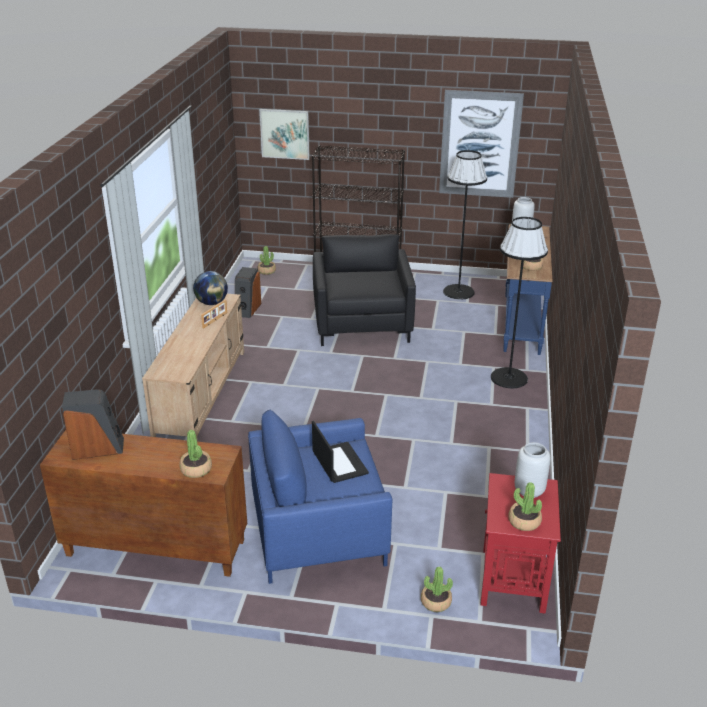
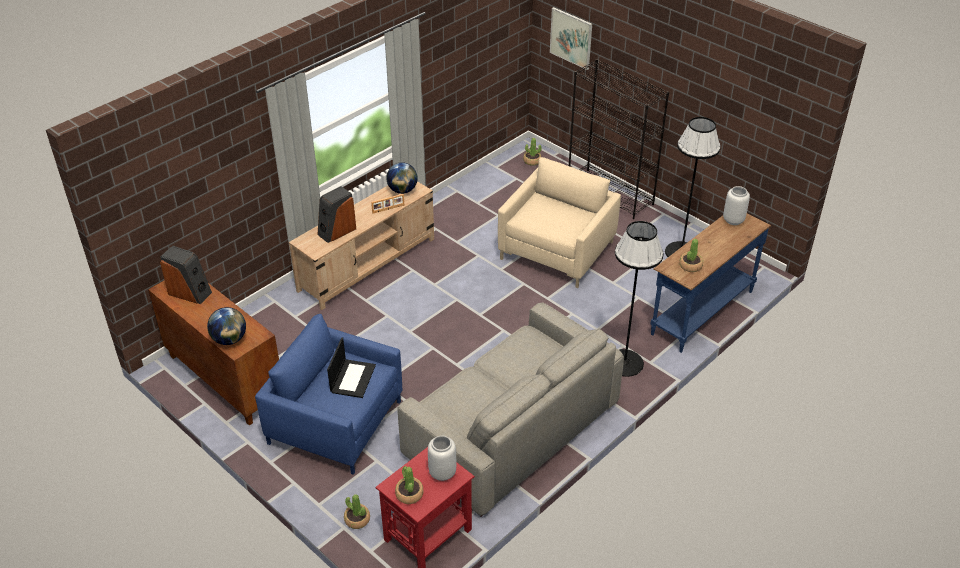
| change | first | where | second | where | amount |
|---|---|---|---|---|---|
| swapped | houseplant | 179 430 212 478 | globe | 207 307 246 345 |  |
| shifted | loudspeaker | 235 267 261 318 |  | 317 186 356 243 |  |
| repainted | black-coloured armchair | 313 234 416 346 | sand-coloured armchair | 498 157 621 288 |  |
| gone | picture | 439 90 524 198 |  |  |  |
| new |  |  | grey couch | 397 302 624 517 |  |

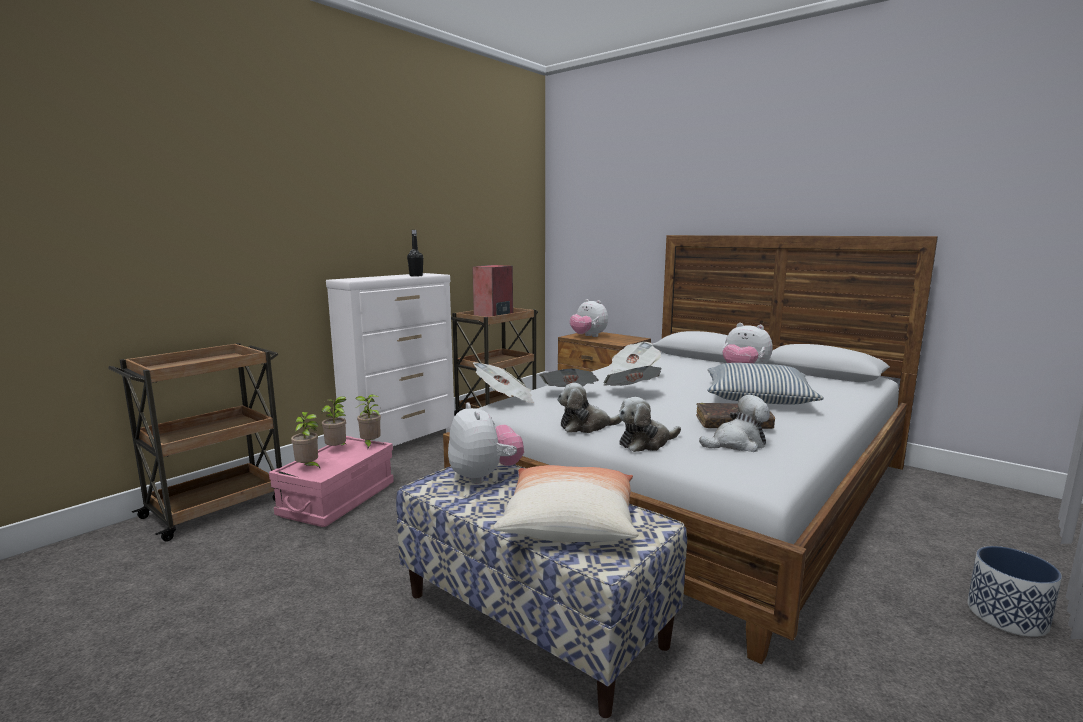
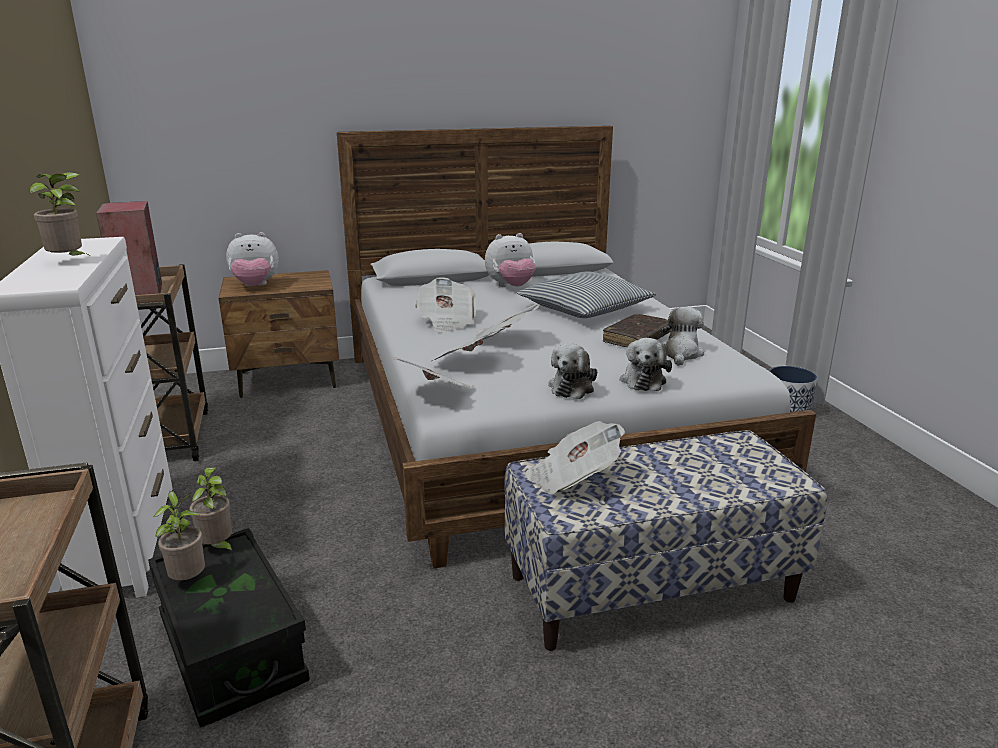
| change | first | where | second | where | amount |
|---|---|---|---|---|---|
| repainted | pinkish storage box | 269 436 394 527 | black-coloured storage box | 148 528 310 727 |  |
| shifted | houseplant | 291 412 321 470 |  | 29 172 86 256 |  |
| gone | black-coloured beverage bottle | 407 230 423 277 |  |  |  |
| swapped | plush toy | 448 402 524 484 | newspaper | 525 421 625 494 |  |
| gone | cushion | 493 465 639 542 |  |  |  |

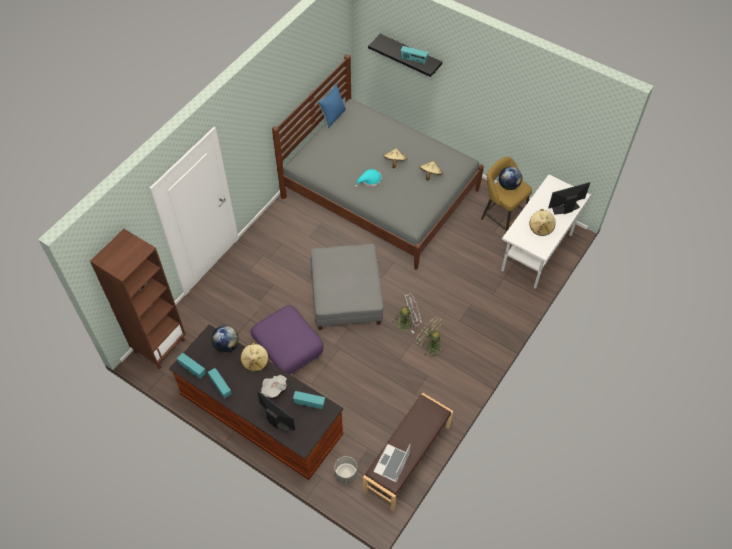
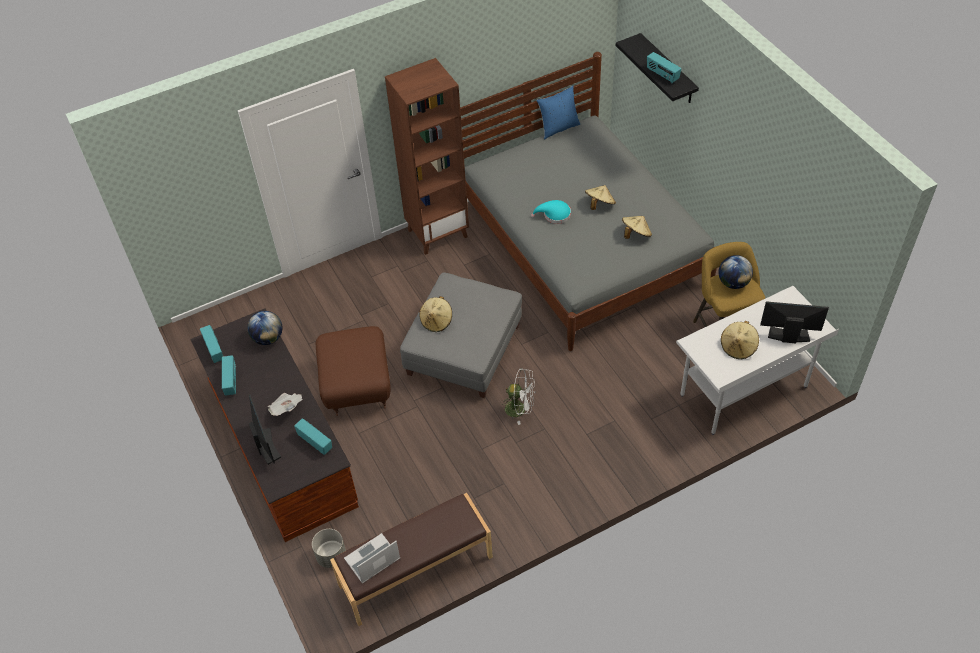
| change | first | where | second | where | amount |
|---|---|---|---|---|---|
| shifted | brown shelving unit | 90 229 186 369 |  | 385 58 469 255 |  |
| shifted | sand-coloured clothing hat | 240 342 269 372 |  | 419 296 452 332 |  |
| repainted | purplish ottoman | 251 305 324 374 | brown ottoman | 316 326 391 416 |  |
| gone | green fan | 417 317 443 358 |  |  |  |

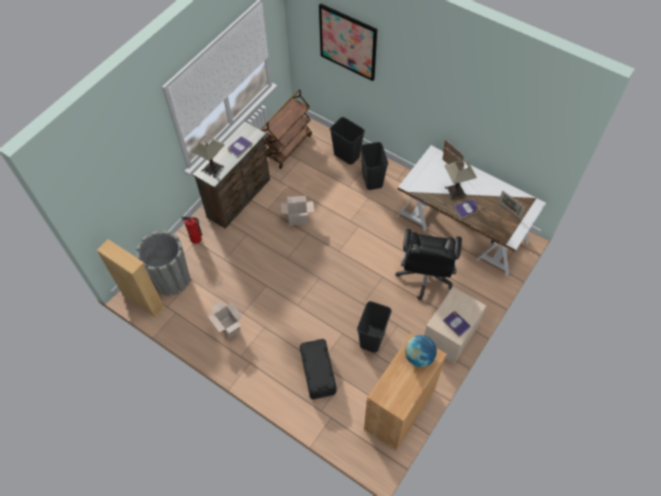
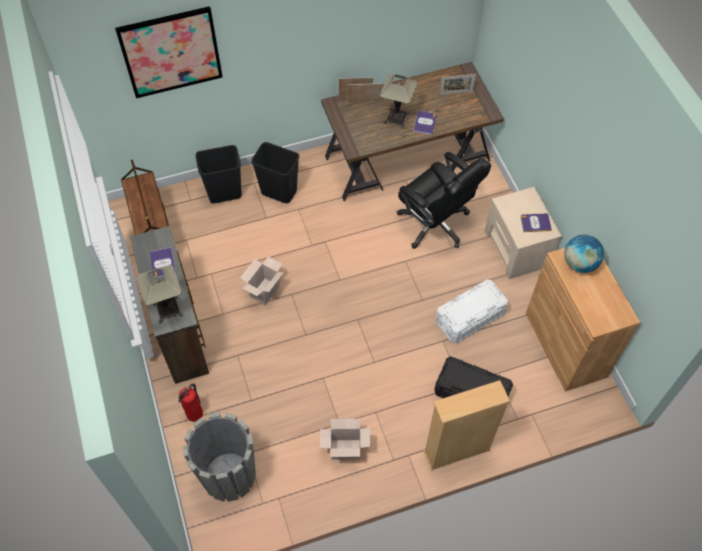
| change | first | where | second | where | amount |
|---|---|---|---|---|---|
| shifted | sand-coloured shelving unit | 96 239 165 317 |  | 423 380 510 470 |  |
| swapped | black-coloured rubbish bin | 357 301 392 353 | white storage box | 436 279 508 344 |  |
| repainted | white desk table | 397 145 546 277 | brown desk table | 321 62 504 201 |  |

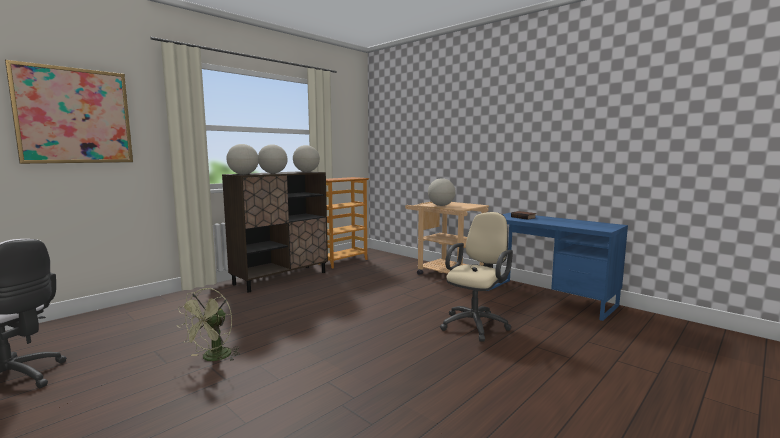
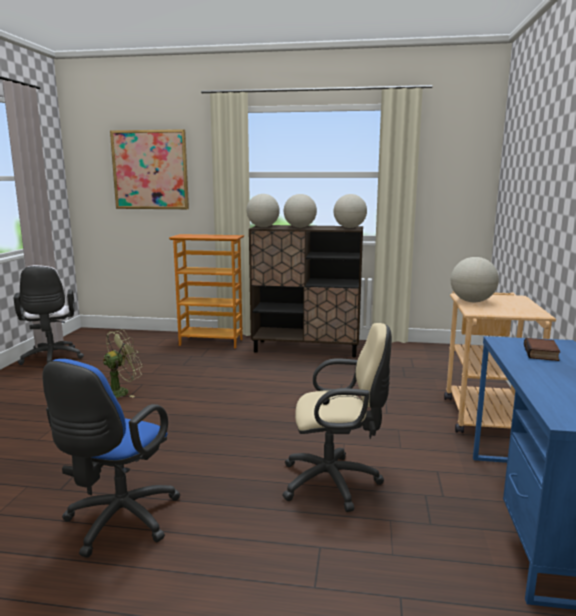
| change | first | where | second | where | amount |
|---|---|---|---|---|---|
| rotated | green fan | 177 288 240 361 |  | 103 329 143 398 | 150 degrees clockwise |
| shifted | shelving unit | 319 177 369 269 |  | 169 234 245 348 |  |
| new |  |  | blue desk chair | 43 359 180 558 |  |

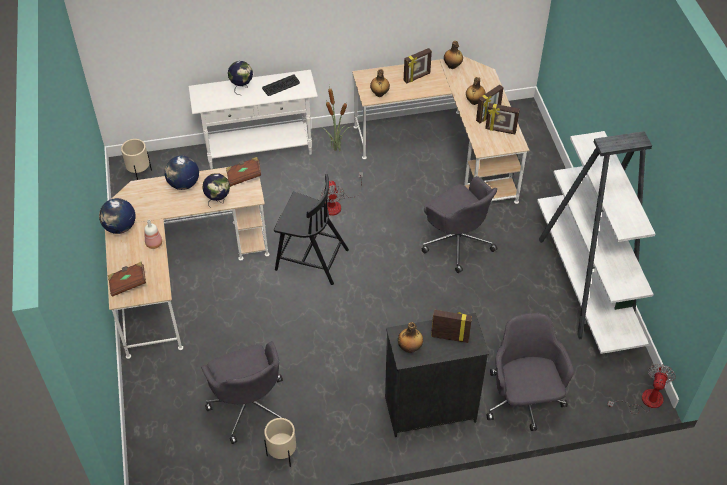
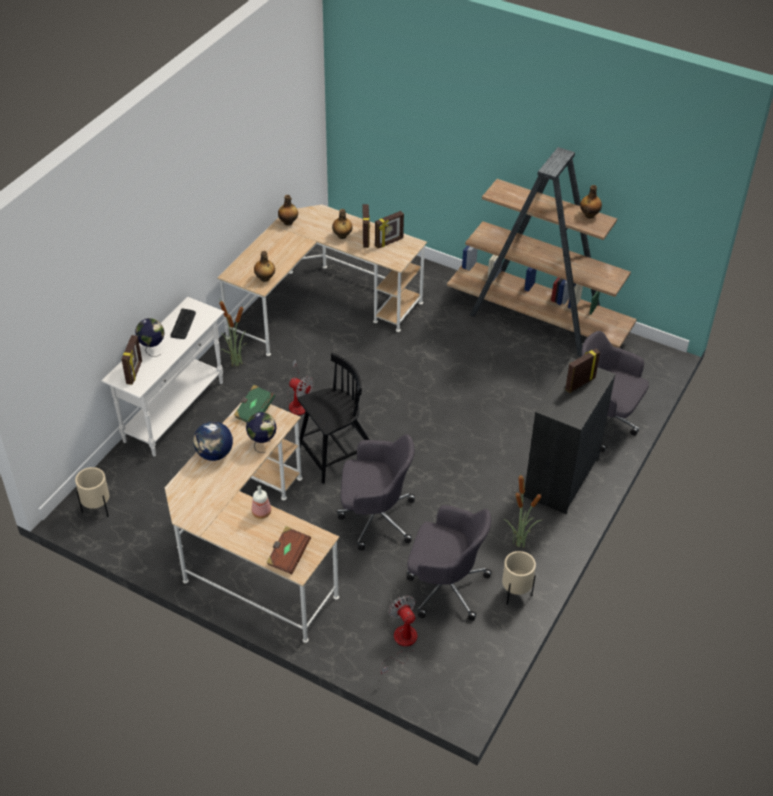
| change | first | where | second | where | amount |
|---|---|---|---|---|---|
| gone | globe | 99 198 135 234 |  |  |  |
| repainted | brown book | 226 157 261 187 | green book | 234 385 275 422 |  |
| shifted | beverage bottle | 398 322 423 353 |  | 580 185 602 218 |  |
| shifted | photo frame | 404 48 432 84 |  | 122 335 142 385 |  |
| shifted | grey desk chair | 422 176 498 273 |  | 337 434 415 551 |  |
| repainted | white shelving unit | 537 131 655 354 | brown shelving unit | 447 147 637 357 |  |
| shifted | fan | 607 364 676 414 |  | 380 595 417 675 |  |
| new |  |  | houseplant | 504 471 541 548 |  |

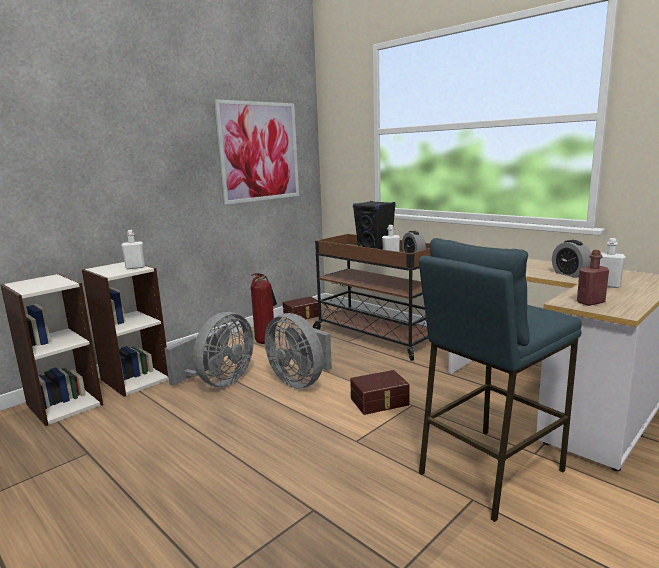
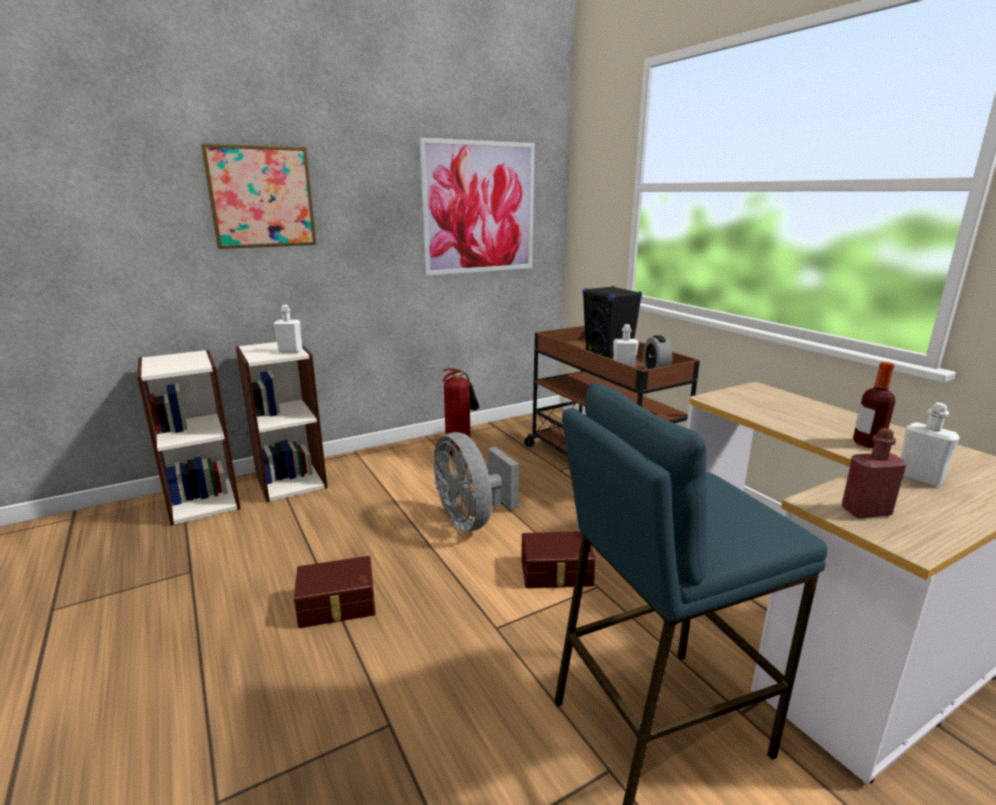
| change | first | where | second | where | amount |
|---|---|---|---|---|---|
| gone | grey fan | 165 312 254 387 |  |  |  |
| shifted | brown storage box | 283 297 322 322 |  | 294 556 376 628 |  |
| swapped | bedside clock | 552 240 591 278 | beverage bottle | 853 362 896 448 |  |
| new |  |  | picture | 201 143 317 249 |  |

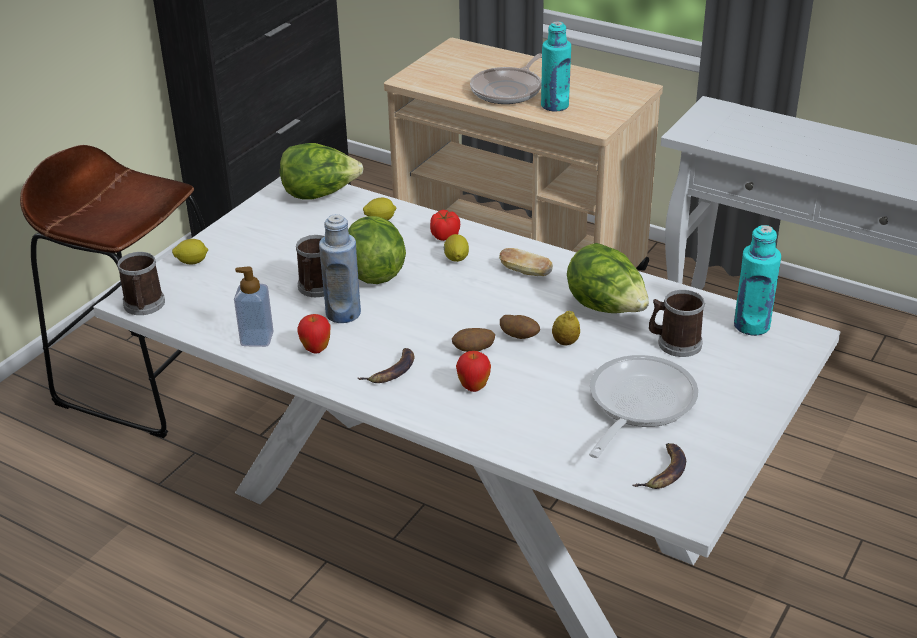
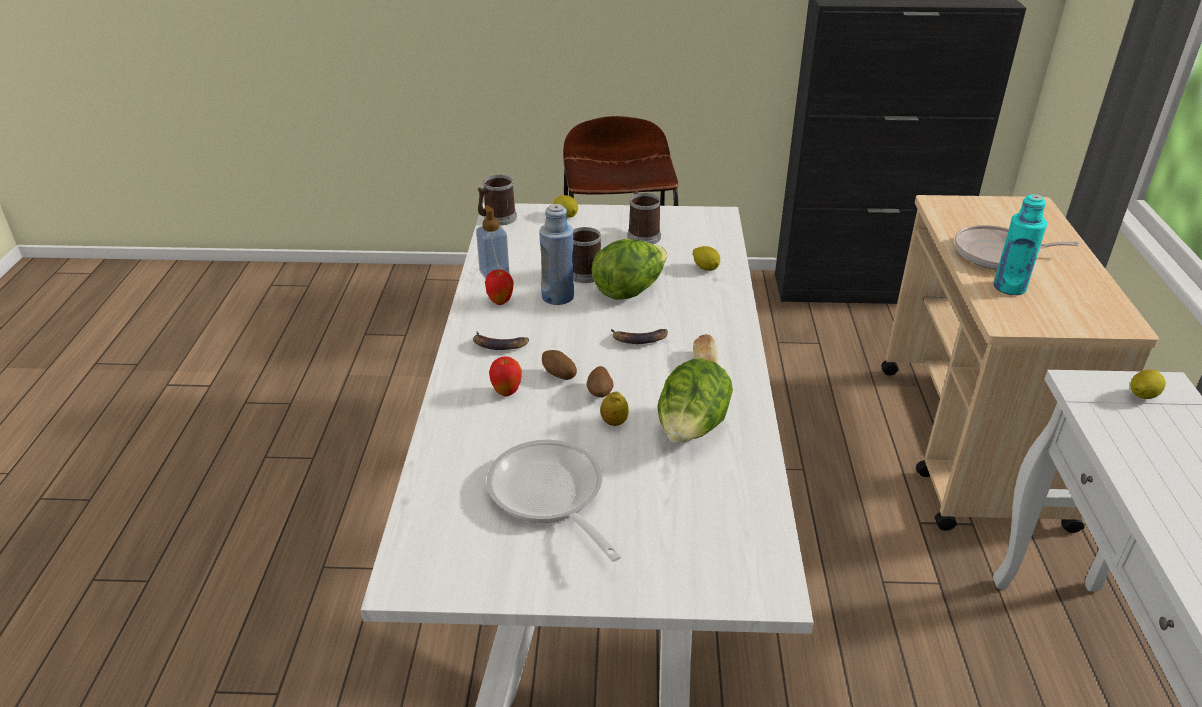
| change | first | where | second | where | amount |
|---|---|---|---|---|---|
| gone | lettuce | 280 143 364 200 |  |  |  |
| gone | fresh tomato | 430 210 460 241 |  |  |  |
| shifted | citrus fruit | 444 234 469 262 |  | 1130 369 1166 399 |  |
| rotated | frying pan | 589 355 698 458 |  | 486 440 621 562 | 120 degrees counterclockwise |
| shifted | whole banana | 633 443 686 489 |  | 611 329 668 344 |  |
| shifted | coffee mug | 649 290 705 357 |  | 627 191 661 244 |  |
| gone | turquoise-coloured beverage bottle | 734 225 781 336 |  |  |  |

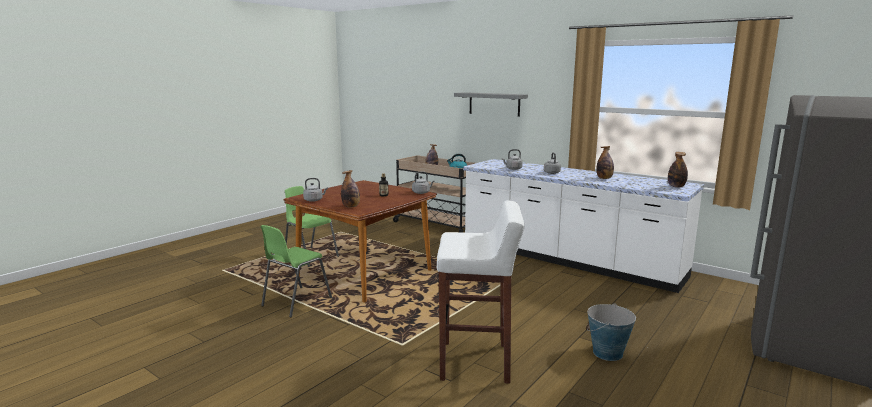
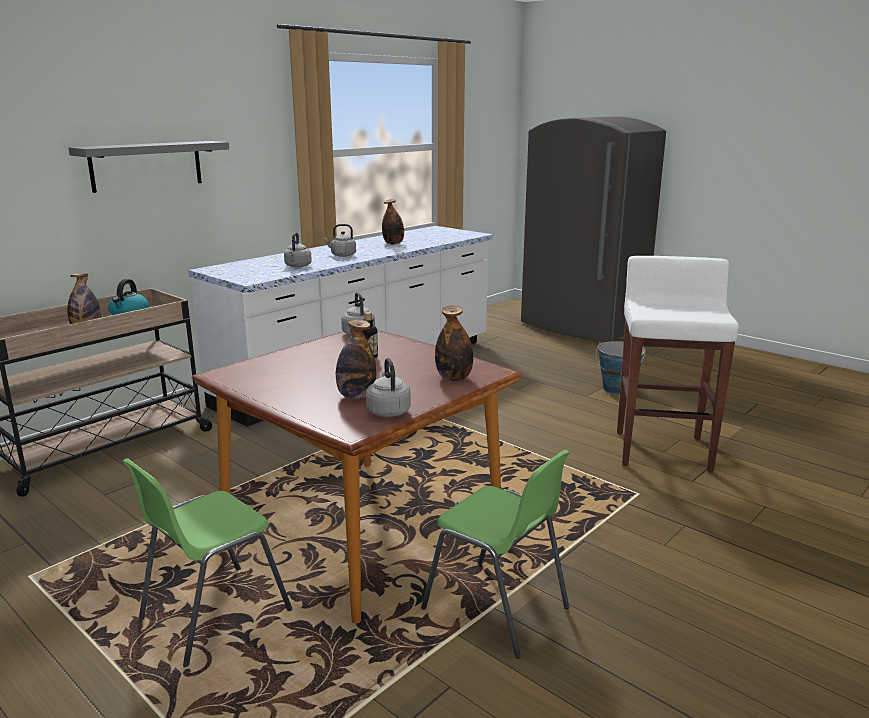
| change | first | where | second | where | amount |
|---|---|---|---|---|---|
| shifted | beverage bottle | 668 152 688 188 |  | 336 319 376 399 |  |

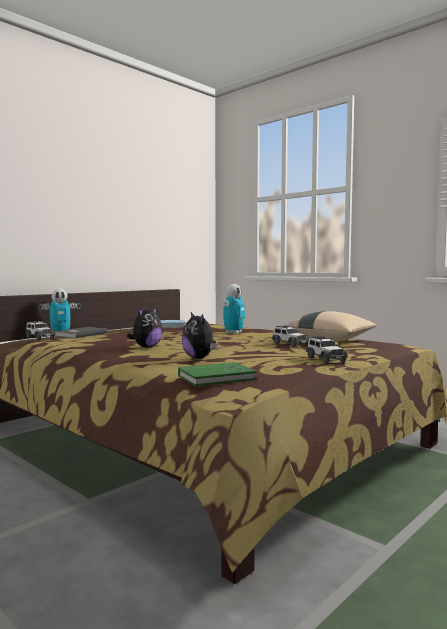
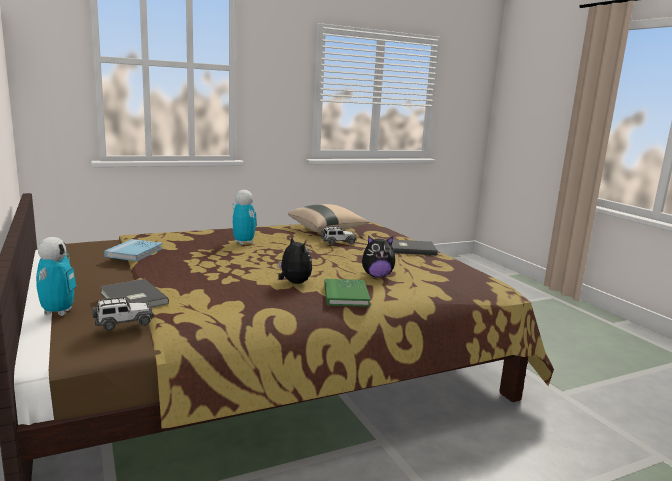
| change | first | where | second | where | amount |
|---|---|---|---|---|---|
| shifted | green book | 178 362 257 386 |  | 324 279 371 307 |  |
| swapped | model car | 306 336 348 363 | grey book | 392 240 438 256 |  |

